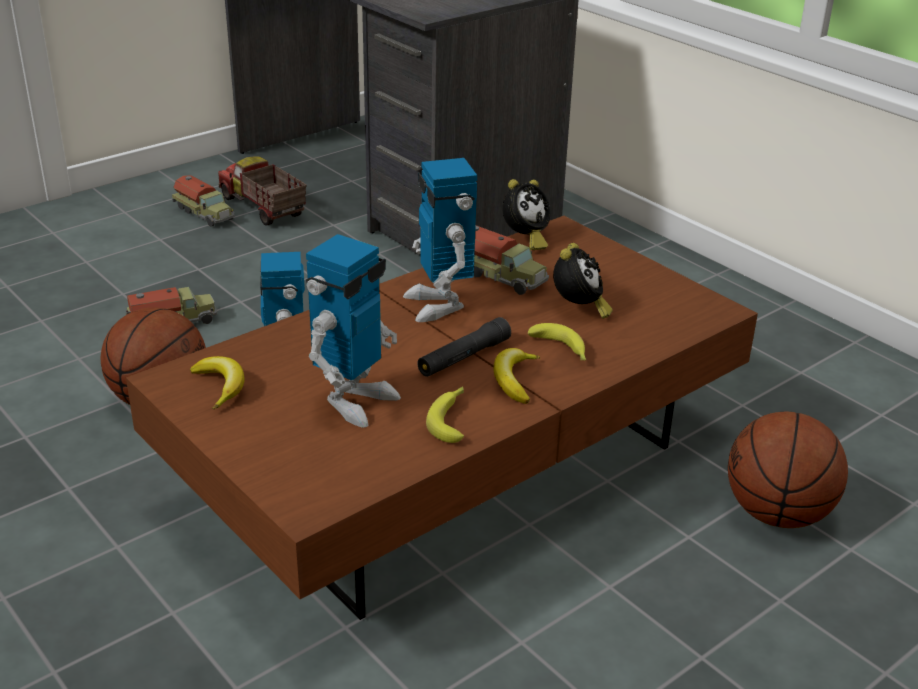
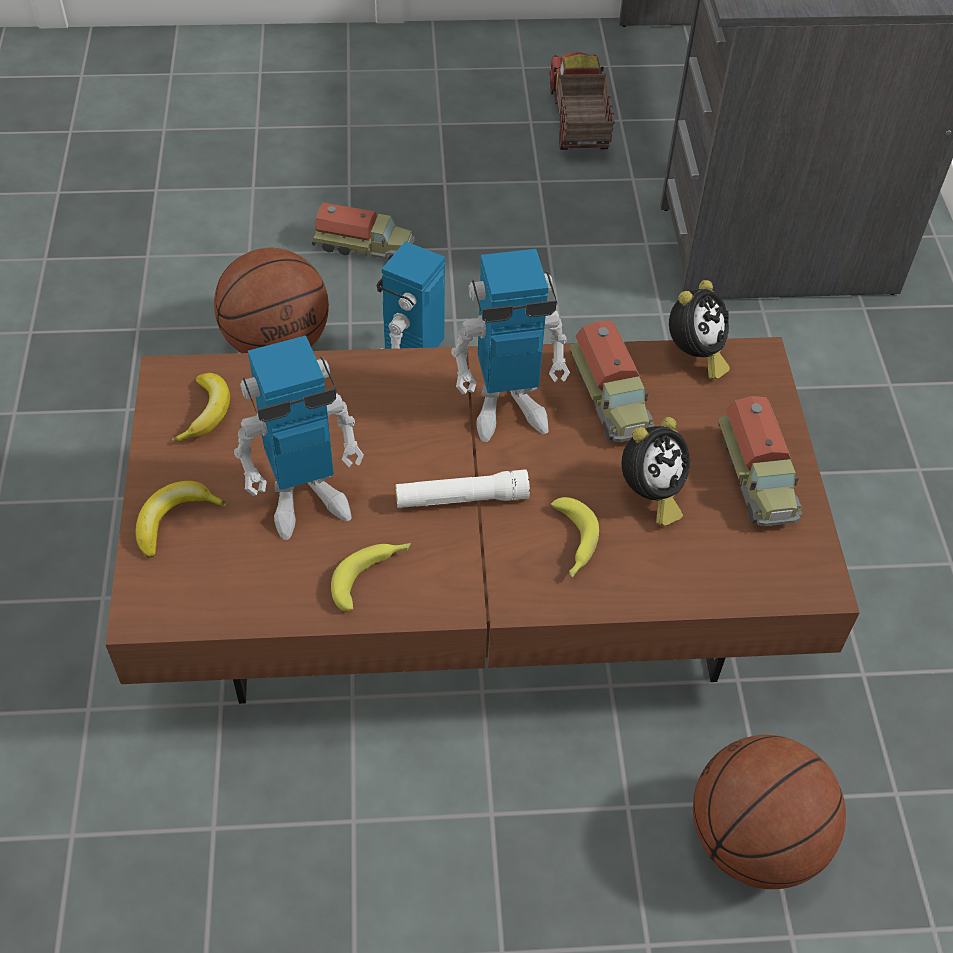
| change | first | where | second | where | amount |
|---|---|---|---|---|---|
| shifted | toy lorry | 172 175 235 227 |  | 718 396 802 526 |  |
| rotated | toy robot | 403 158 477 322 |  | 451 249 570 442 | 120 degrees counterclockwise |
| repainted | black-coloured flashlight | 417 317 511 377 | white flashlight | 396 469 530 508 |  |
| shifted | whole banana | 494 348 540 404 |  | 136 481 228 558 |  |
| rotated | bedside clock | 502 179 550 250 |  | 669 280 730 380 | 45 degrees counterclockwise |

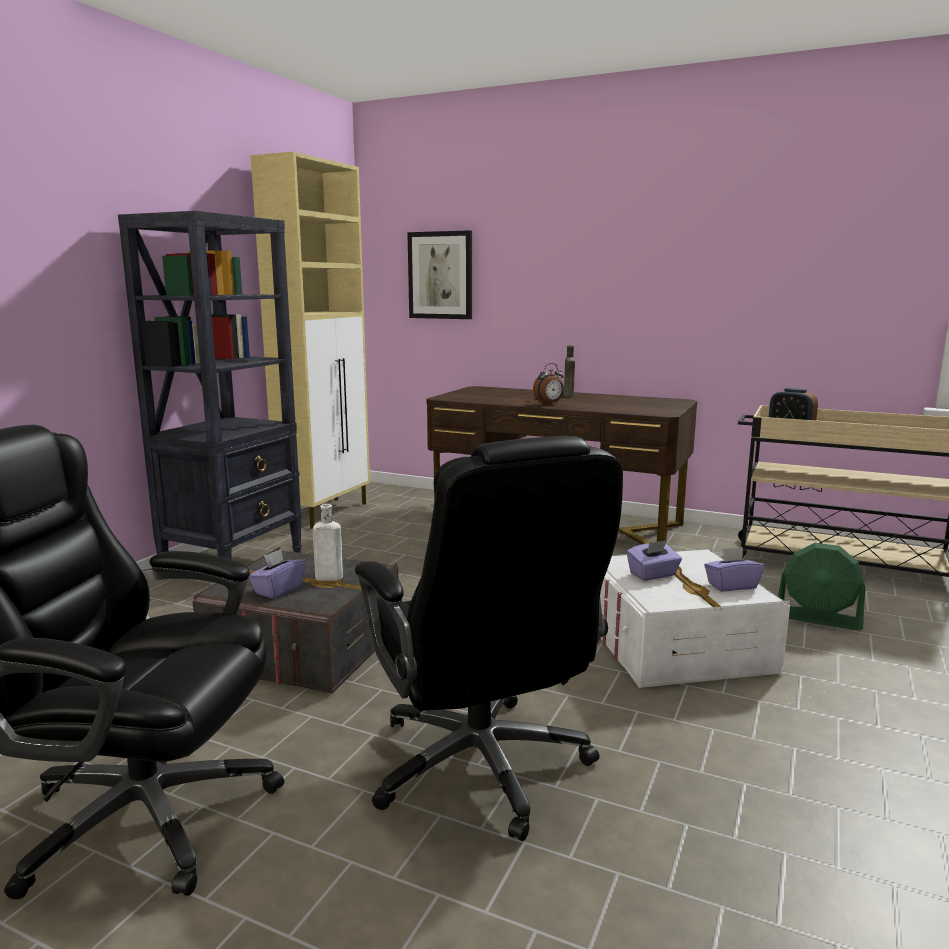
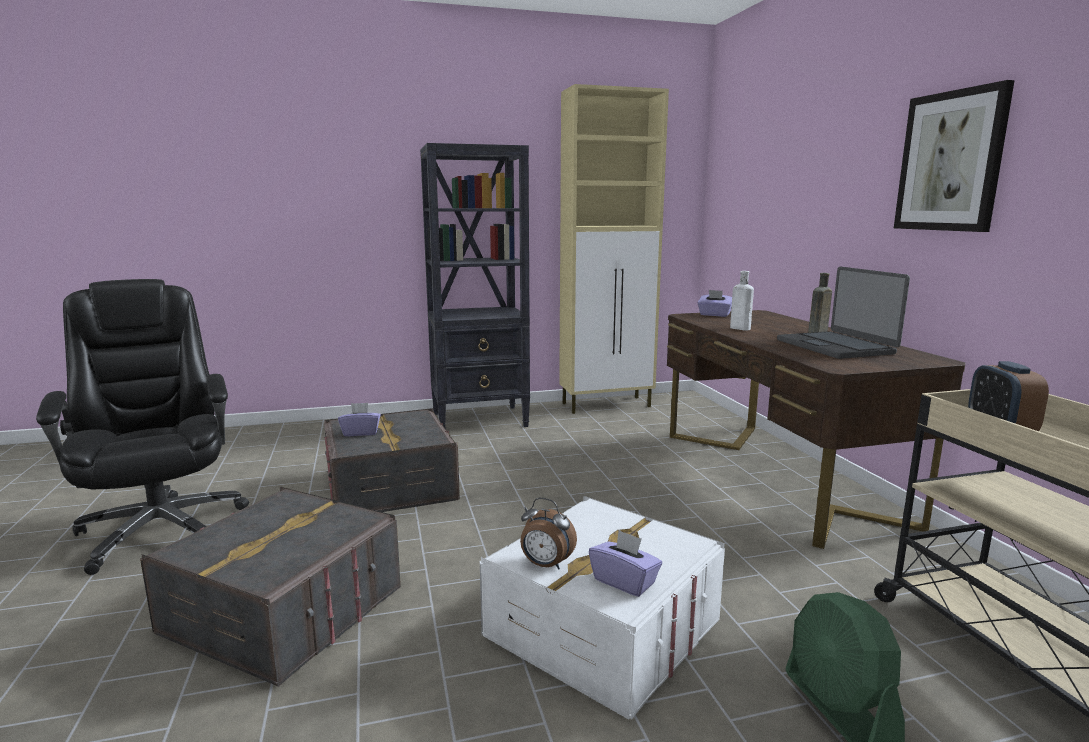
| change | first | where | second | where | amount |
|---|---|---|---|---|---|
| shifted | white beverage bottle | 313 504 343 581 |  | 730 271 754 330 |  |
| swapped | black-coloured desk chair | 355 436 623 841 | grey storage box | 140 487 401 687 |  |
| shifted | picture | 407 230 472 319 |  | 894 80 1015 232 |  |
| shifted | bedside clock | 533 363 564 405 |  | 520 498 577 569 |  |
| shifted | purplish tissue holder | 627 540 682 581 |  | 698 290 732 317 |  |
| new |  |  | laptop | 777 266 910 359 |  |

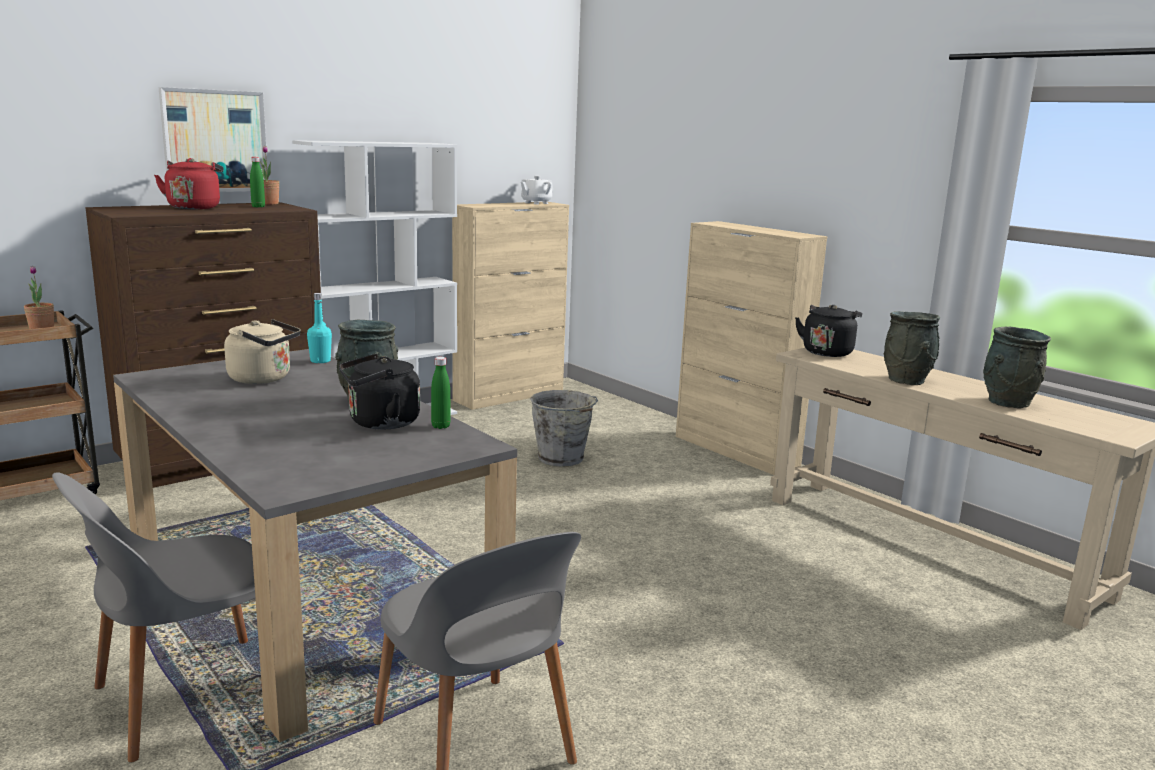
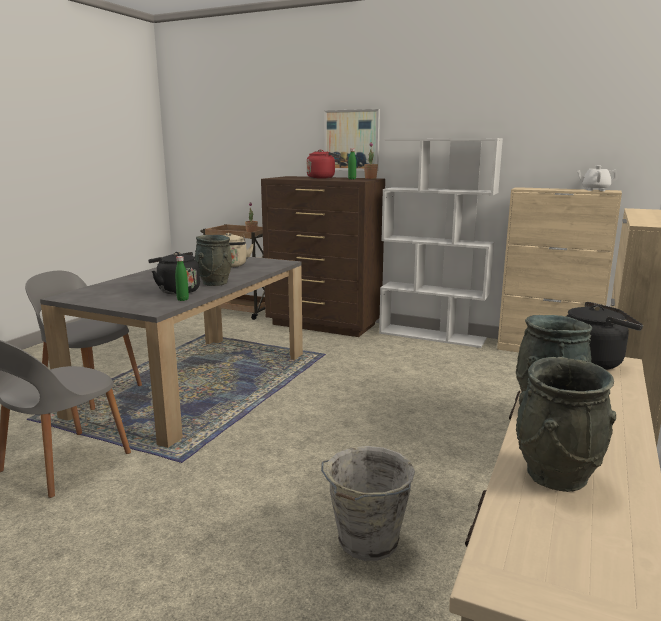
| change | first | where | second | where | amount |
|---|---|---|---|---|---|
| gone | turquoise-coloured beverage bottle | 307 293 332 363 |  |  |  |
| shifted | grey pail | 530 390 598 467 |  | 321 446 415 561 |  |

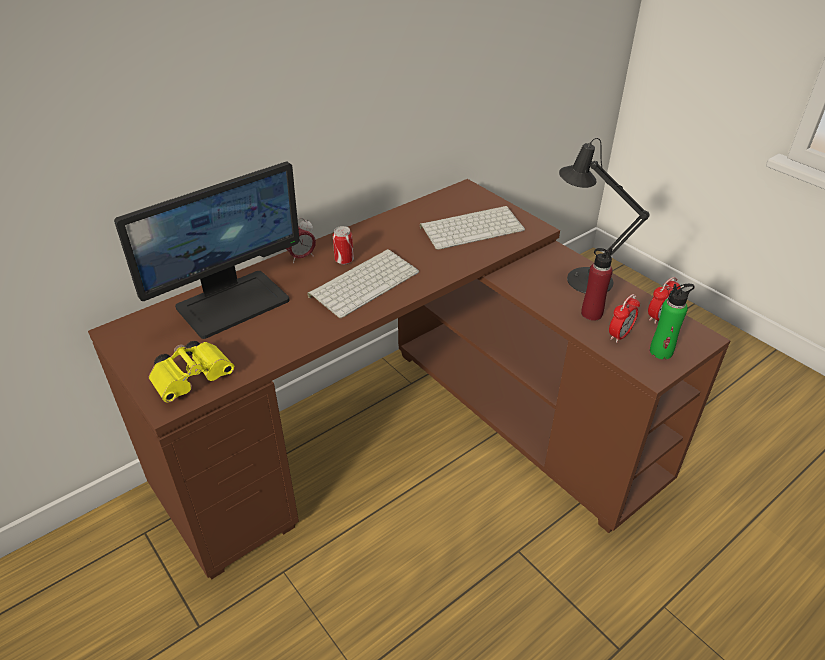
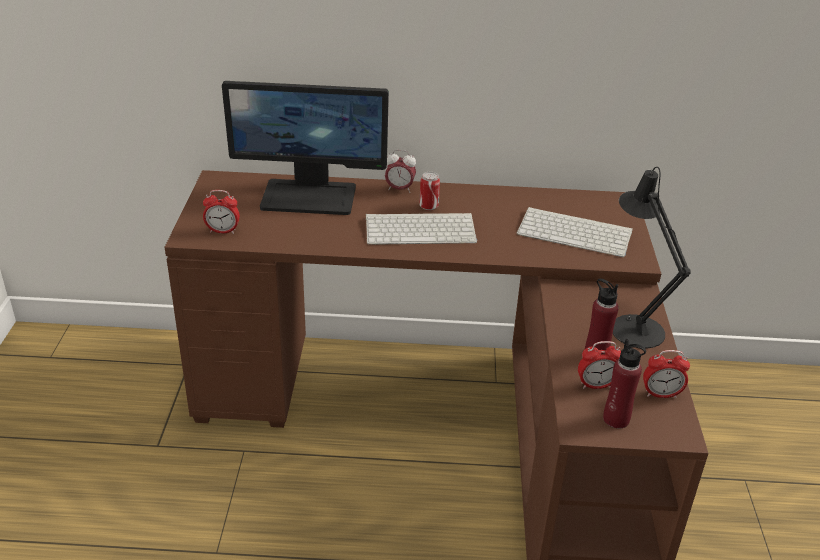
| change | first | where | second | where | amount |
|---|---|---|---|---|---|
| swapped | yellow-coloured pair of binoculars | 149 341 234 403 | bedside clock | 203 190 240 234 |  |
| repainted | green beverage bottle | 650 284 695 359 | red-coloured beverage bottle | 603 339 646 428 |  |

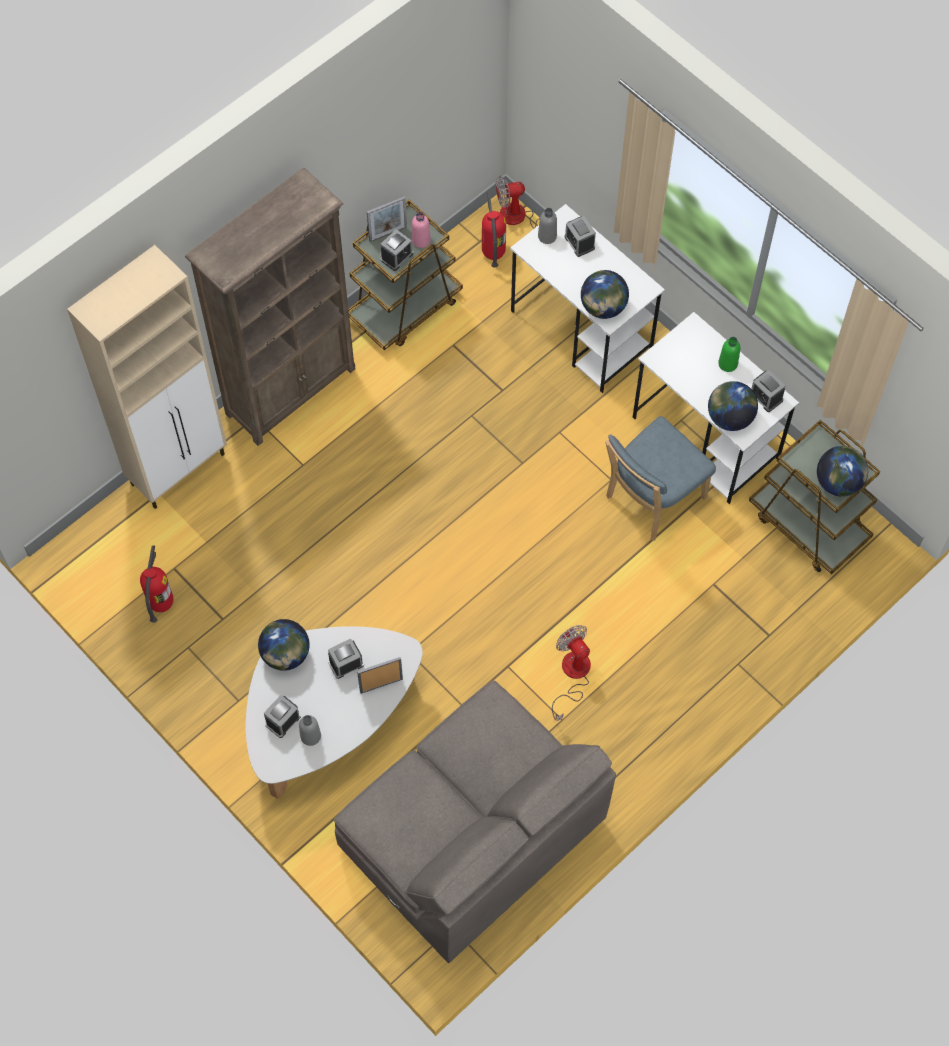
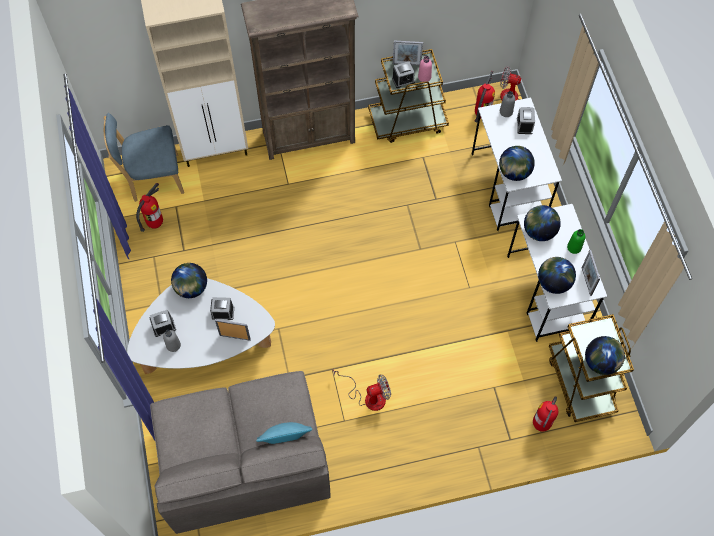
| change | first | where | second | where | amount |
|---|---|---|---|---|---|
| rotated | fan | 552 625 591 721 |  | 333 369 391 411 | 75 degrees clockwise |
| shifted | blue chair | 605 416 716 541 |  | 104 113 184 202 |  |
| swapped | bedside clock | 751 370 786 412 | photo frame | 582 250 600 296 |  |
| new |  |  | turquoise-coloured cushion | 256 422 312 444 |  |
| new |  |  | globe | 524 205 561 241 |  |
| new |  |  | fire-fighting cylinder | 533 396 558 432 |  |

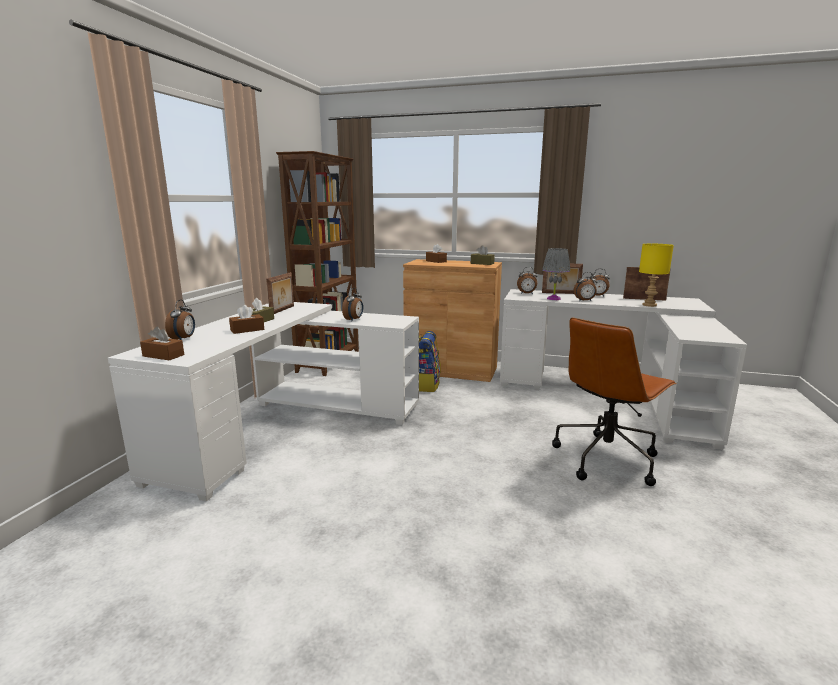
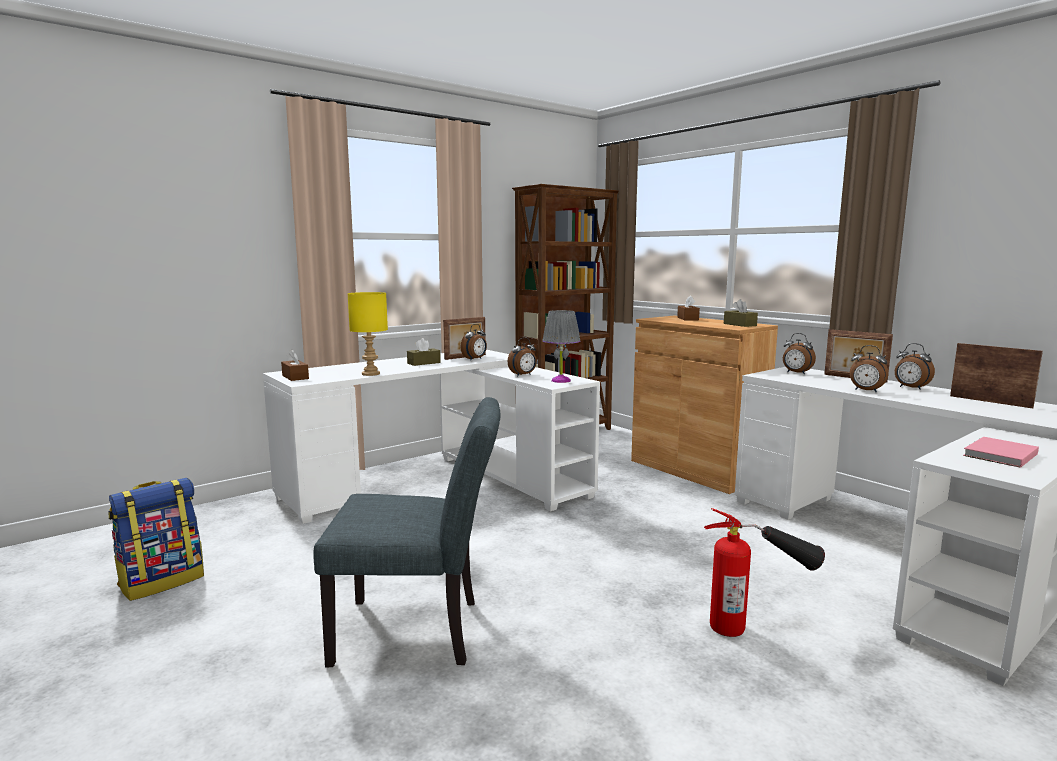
| change | first | where | second | where | amount |
|---|---|---|---|---|---|
| shifted | bedside clock | 165 300 195 340 |  | 461 324 487 359 |  |
| gone | brown tissue holder | 229 305 264 334 |  |  |  |
| shifted | knapsack | 419 331 441 392 |  | 109 478 204 601 |  |
| shifted | grey tabletop lamp | 542 248 570 300 |  | 542 310 580 383 |  |
| swapped | brown desk chair | 552 317 677 486 | fire-fighting cylinder | 704 508 825 637 |  |
| shifted | yellow-coloured tabletop lamp | 639 244 674 307 |  | 348 292 388 376 |  |
| new |  |  | grey chair | 313 397 501 667 |  |
| new |  |  | pinkish book | 963 437 1039 468 |  |

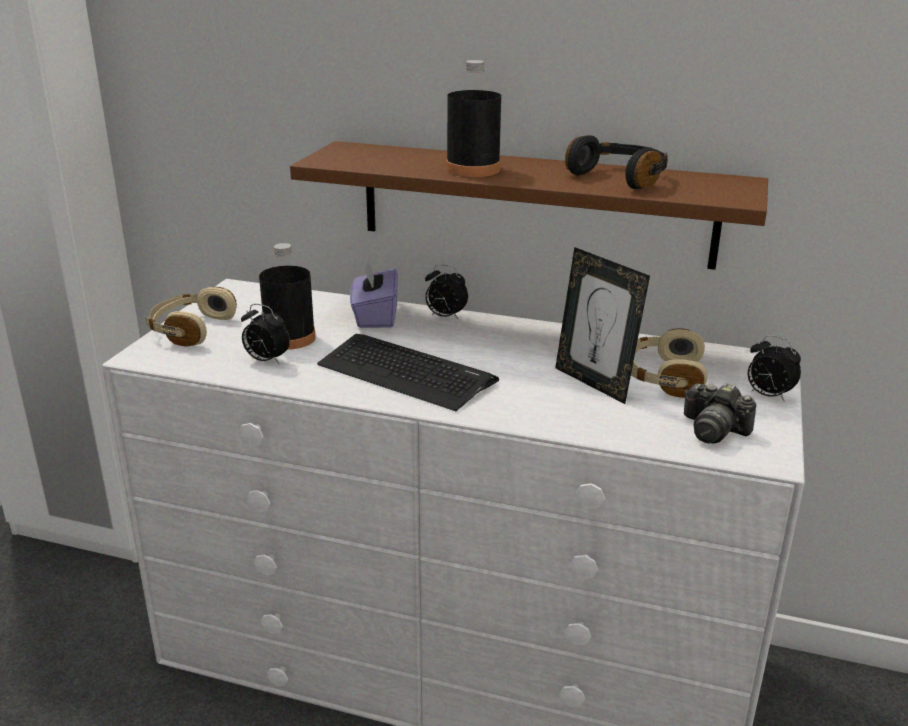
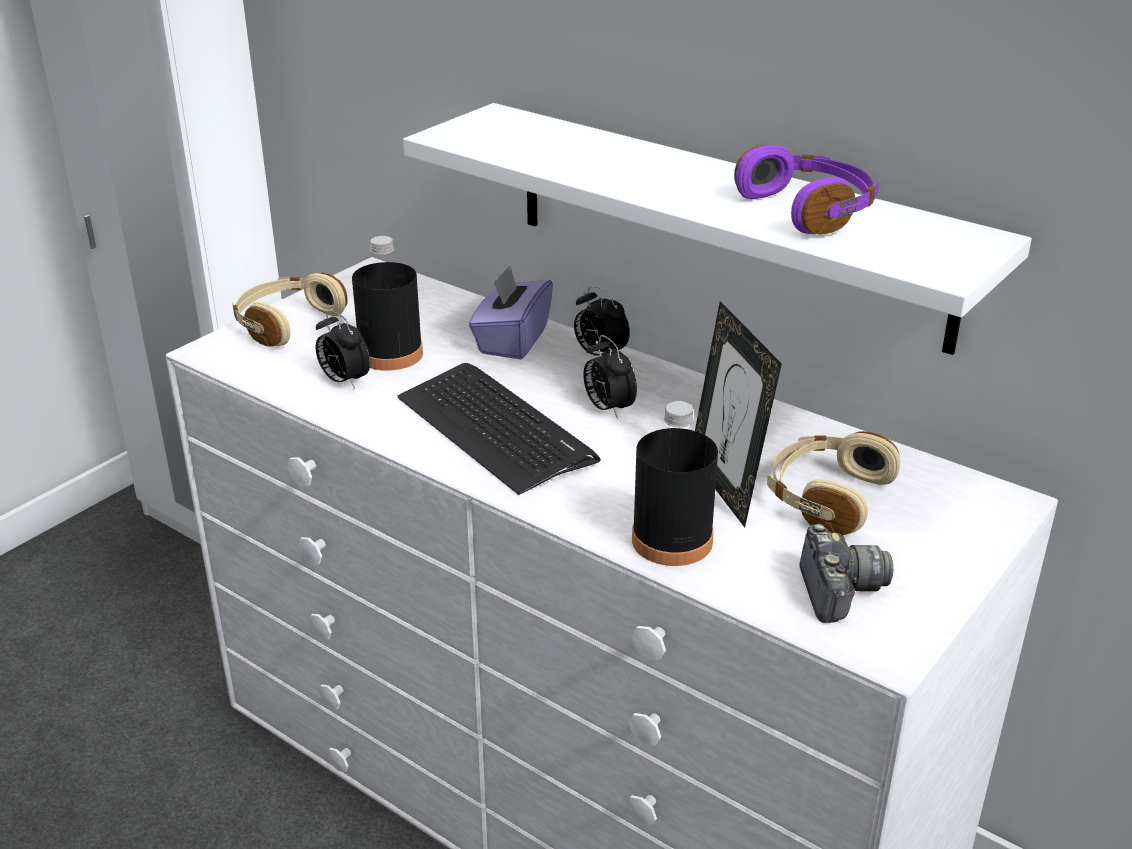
| change | first | where | second | where | amount |
|---|---|---|---|---|---|
| repainted | brown shelf | 290 141 768 270 | white shelf | 403 103 1032 355 |  |
| shifted | black-coloured beverage bottle | 446 60 501 177 |  | 632 401 718 566 |  |
| repainted | black-coloured headset | 565 135 668 189 | purplish headset | 734 145 879 235 |  |
| rotated | photo camera | 684 383 756 444 |  | 800 524 893 623 | 150 degrees counterclockwise |
| shifted | bedside clock | 747 335 801 402 |  | 583 335 637 419 |  |

